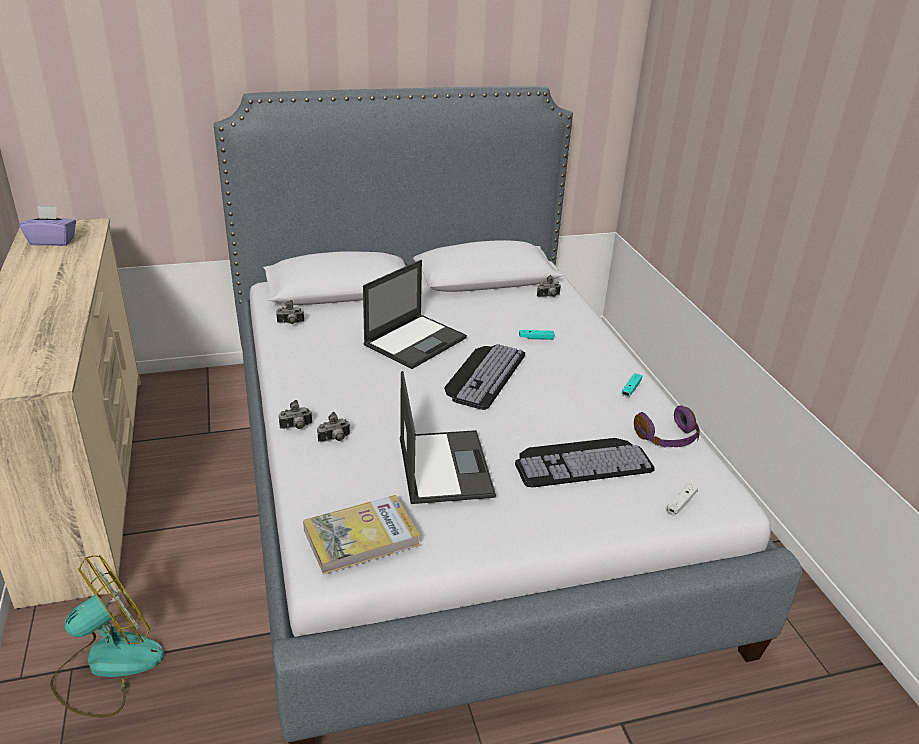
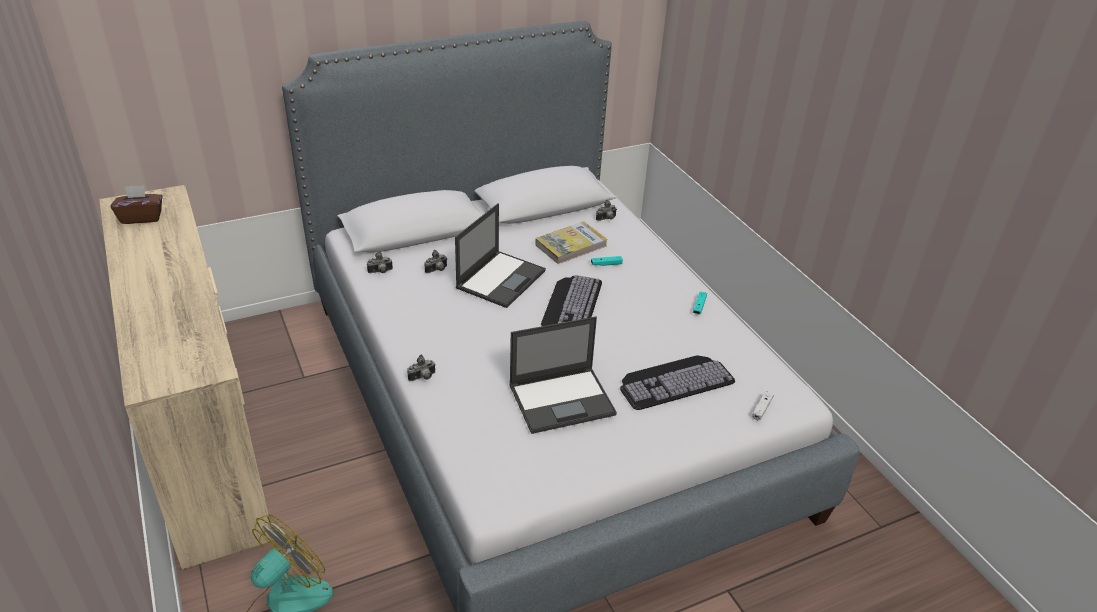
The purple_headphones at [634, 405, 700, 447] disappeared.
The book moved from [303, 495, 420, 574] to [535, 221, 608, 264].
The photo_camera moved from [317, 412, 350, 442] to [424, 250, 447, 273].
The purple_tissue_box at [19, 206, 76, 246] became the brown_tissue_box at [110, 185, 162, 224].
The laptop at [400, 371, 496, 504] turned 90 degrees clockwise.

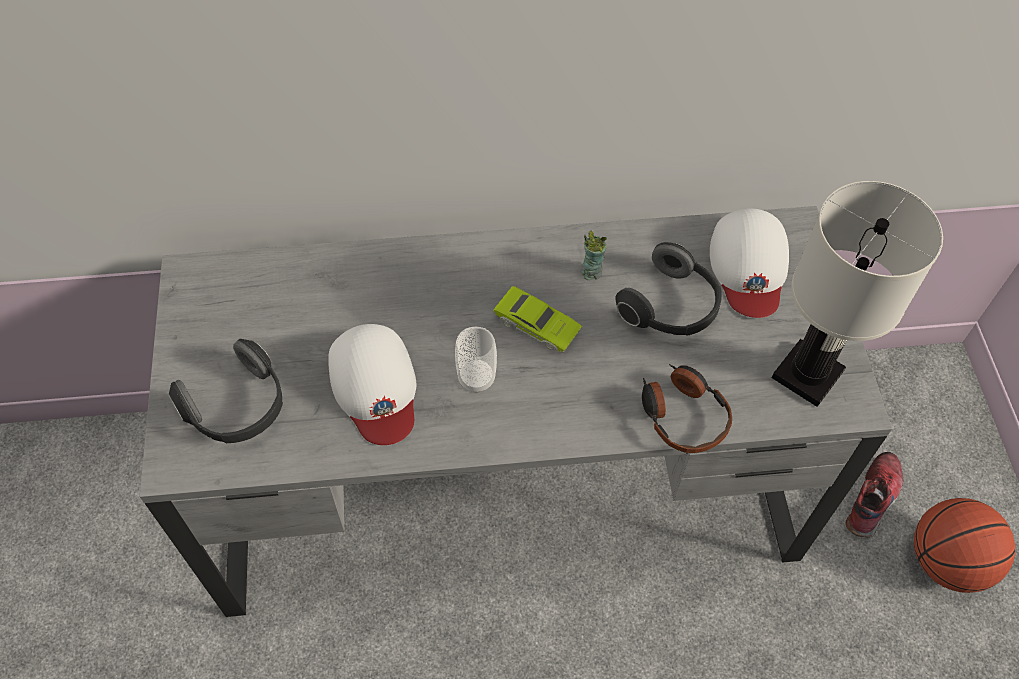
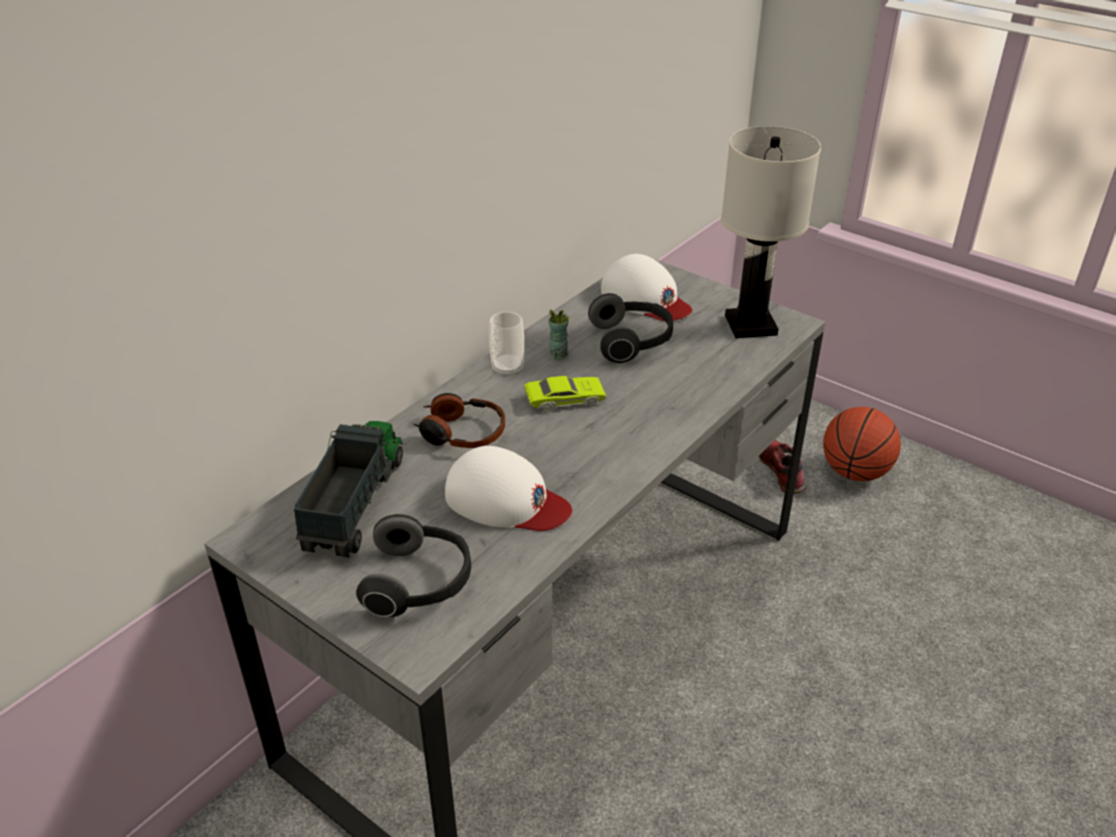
The toy_truck at [294, 421, 403, 558] appeared.
The cup moved from [455, 327, 497, 393] to [489, 312, 524, 377].
The headphones moved from [642, 364, 732, 453] to [413, 393, 505, 448].

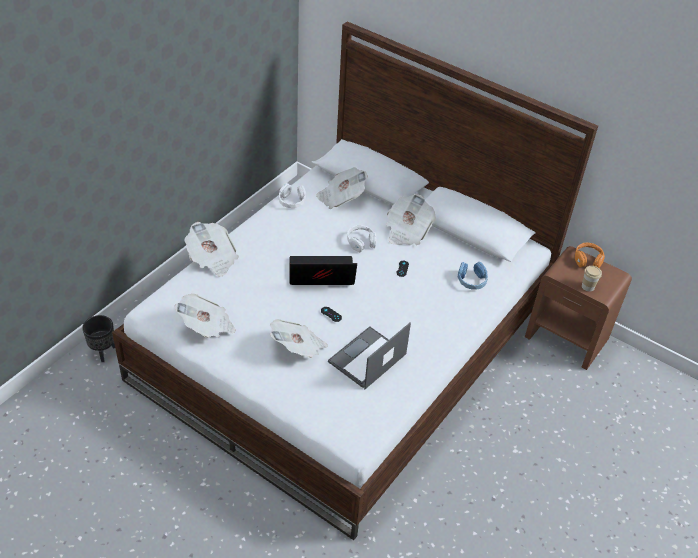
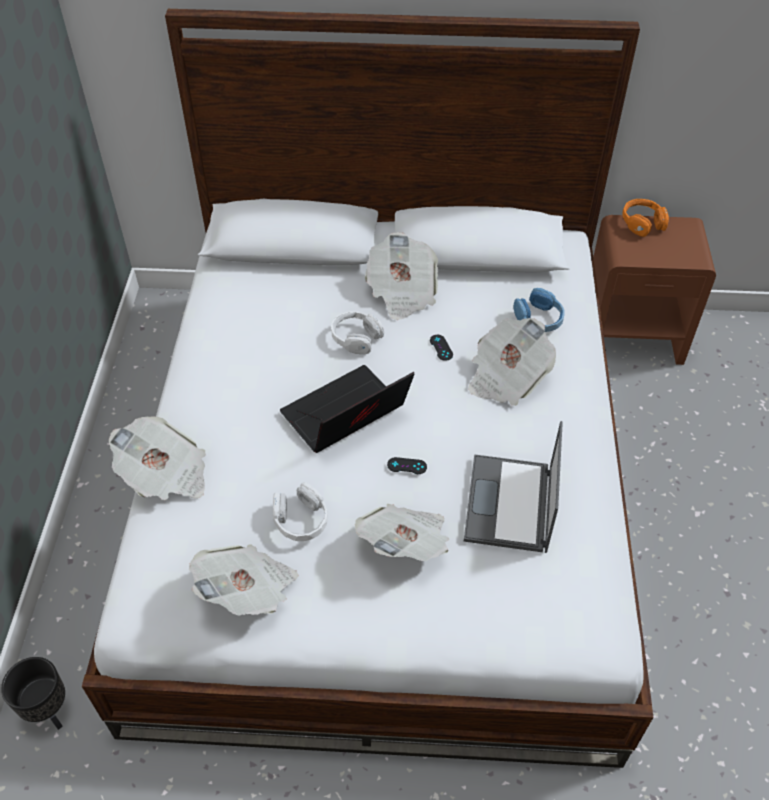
The cup at [582, 266, 602, 292] disappeared.
The white_headphones moved from [279, 183, 306, 208] to [273, 482, 328, 541].
The newspaper moved from [316, 167, 368, 209] to [468, 318, 556, 406].

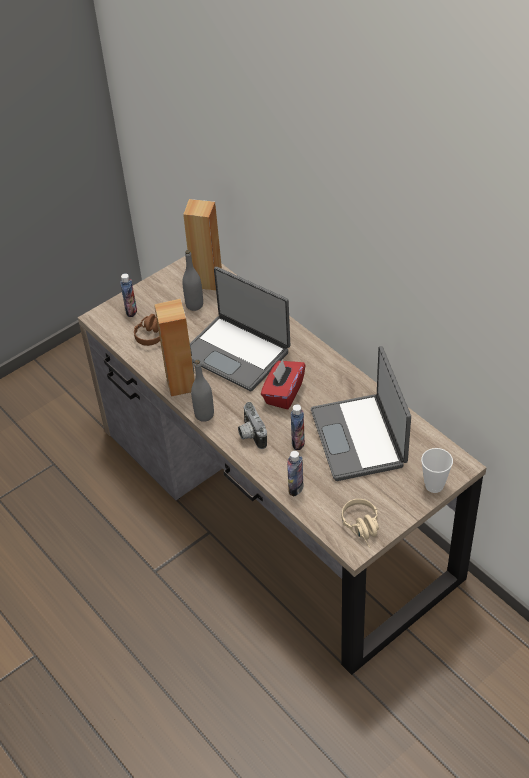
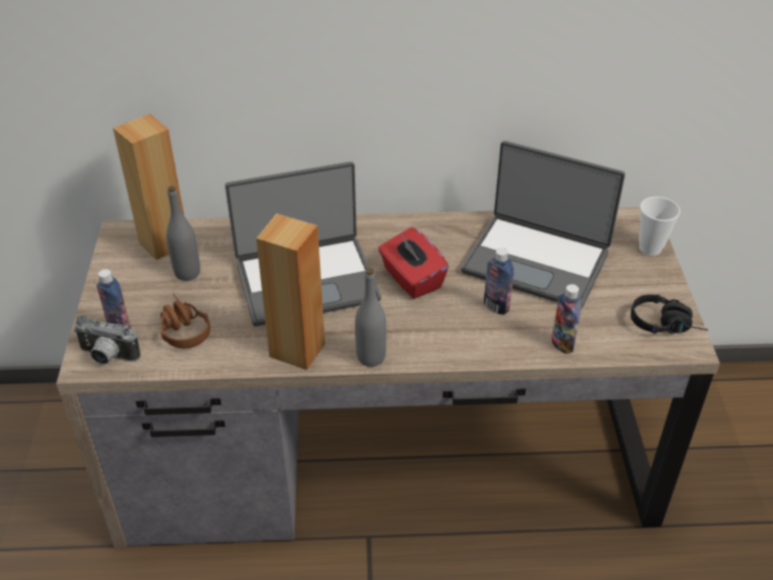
The photo_camera moved from [238, 402, 267, 449] to [73, 316, 141, 365].
The beige_headphones at [341, 499, 379, 548] became the black_headphones at [631, 294, 708, 334].

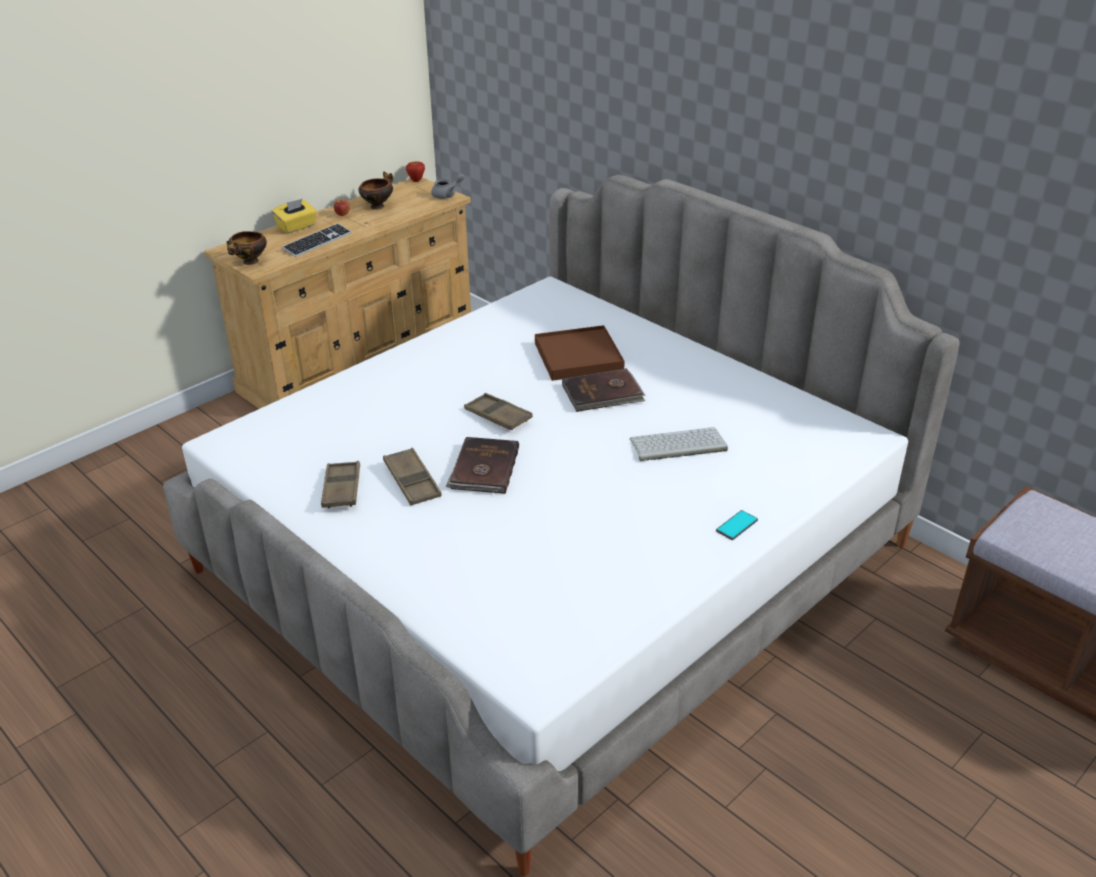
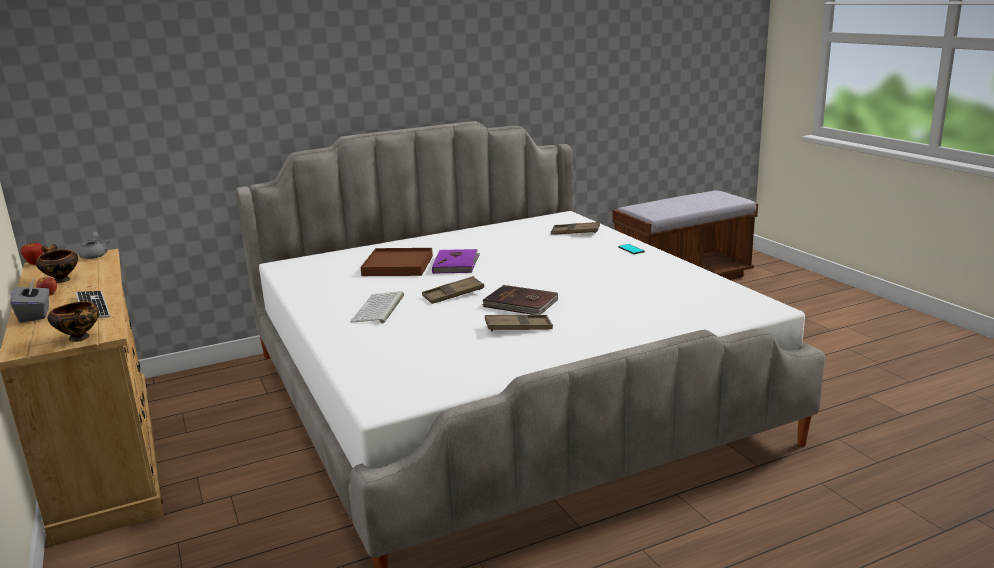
The brown_tray moved from [321, 461, 360, 508] to [551, 222, 600, 235].
The keyboard moved from [630, 427, 728, 461] to [350, 291, 404, 323].
The yellow_tissue_box at [272, 199, 317, 234] became the grey_tissue_box at [11, 279, 49, 323].
The brown_book at [562, 368, 645, 412] became the purple_book at [432, 249, 480, 274].

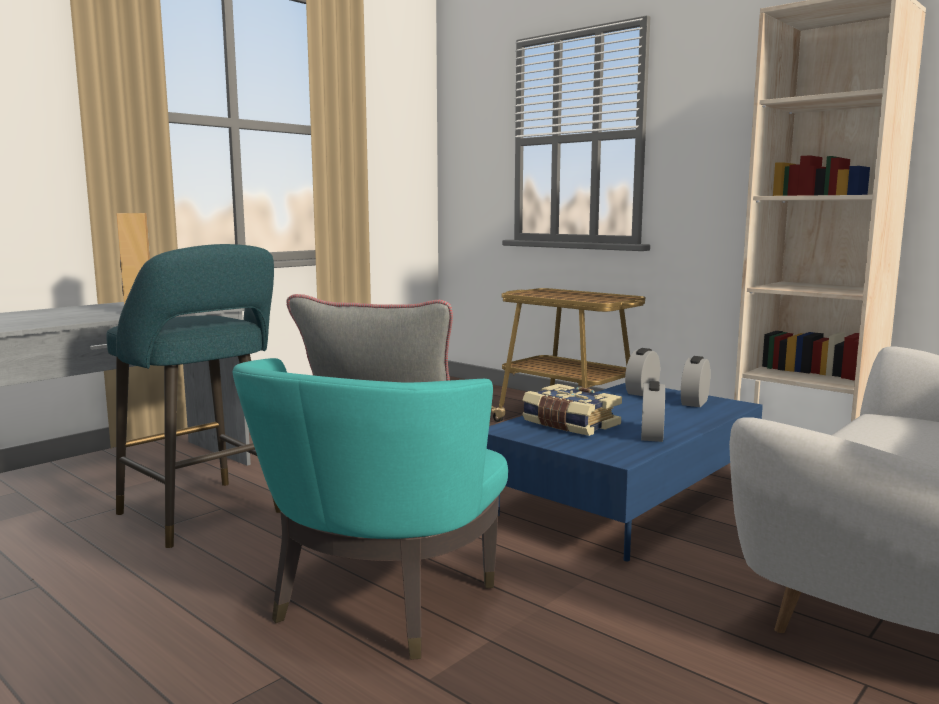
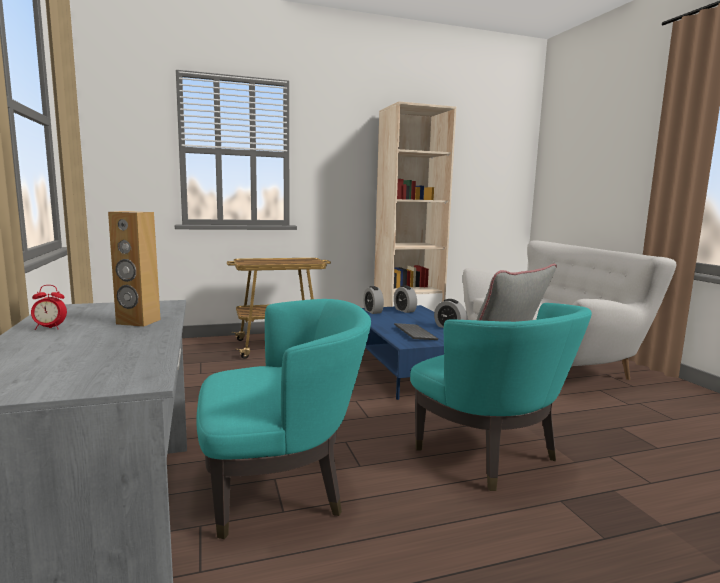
The alarm_clock at [31, 285, 67, 330] appeared.
The turquoise_stool at [106, 244, 281, 548] was replaced by the turquoise_armchair at [196, 299, 371, 539].
The book at [522, 384, 622, 436] was replaced by the keyboard at [394, 323, 438, 340].

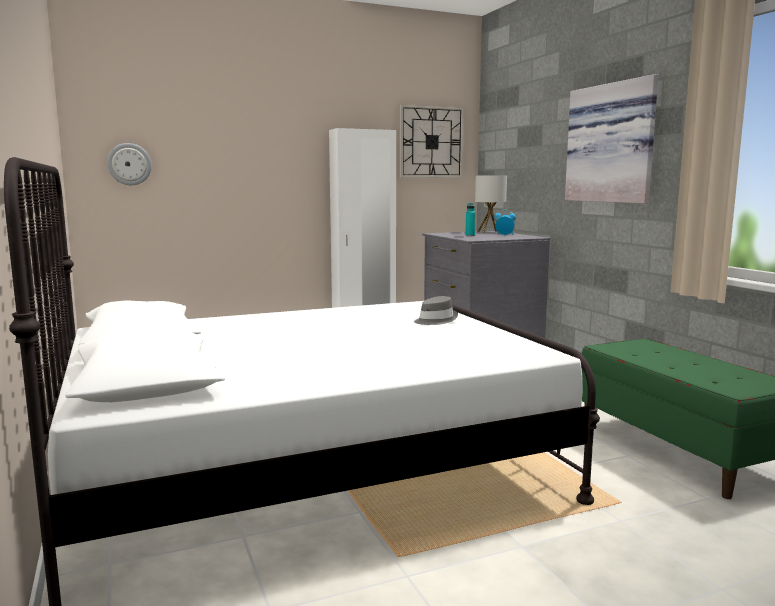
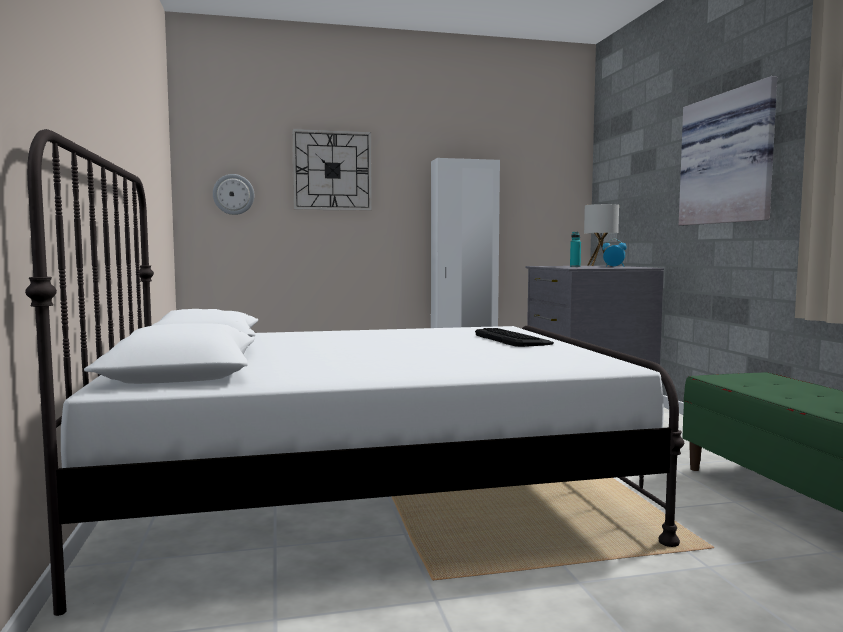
The wall_clock moved from [400, 104, 464, 178] to [292, 129, 372, 211].
The grey_hat at [414, 296, 458, 325] was replaced by the keyboard at [475, 328, 554, 347].

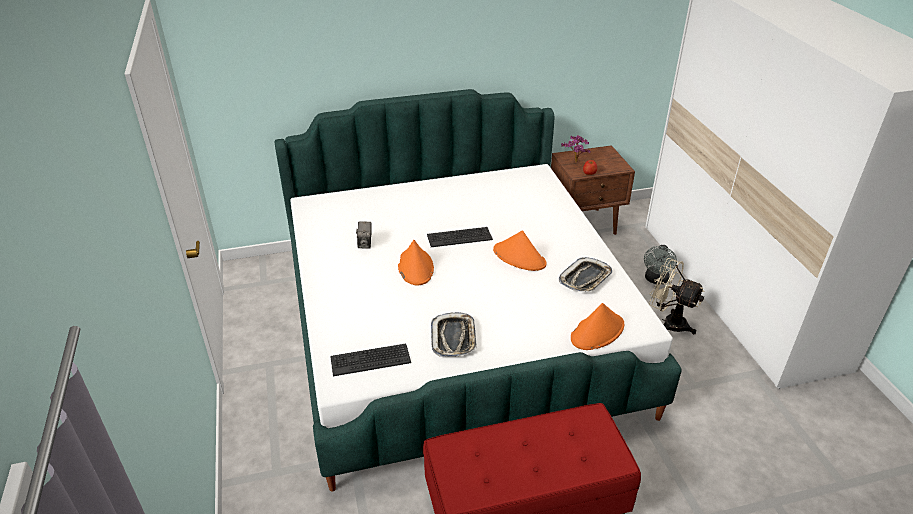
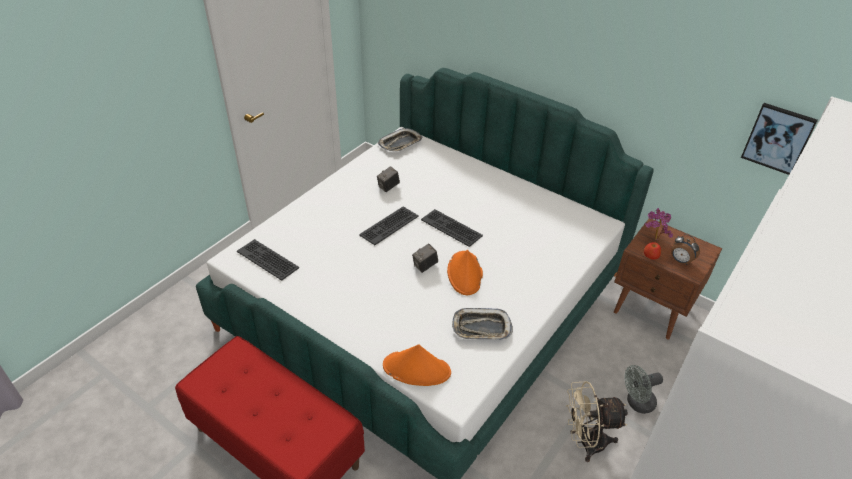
The photo_camera at [412, 243, 438, 273] appeared.
The alarm_clock at [671, 234, 700, 265] appeared.
The picture at [741, 103, 818, 175] appeared.
The tray moved from [431, 312, 477, 357] to [378, 128, 423, 152].
The orange_hat at [398, 240, 434, 286] was replaced by the keyboard at [359, 206, 419, 245].
The beige_fan at [649, 258, 705, 334] turned 90 degrees counterclockwise.

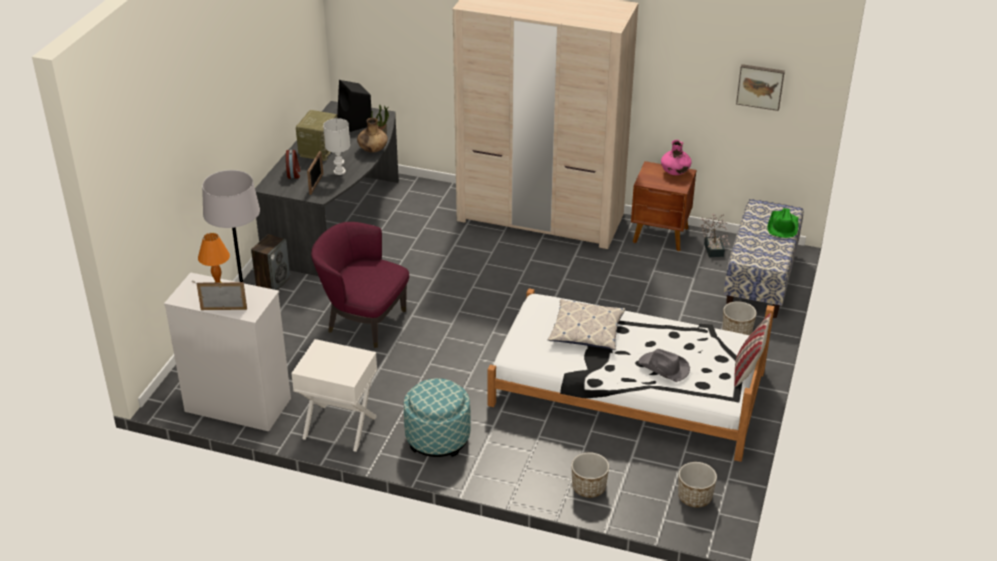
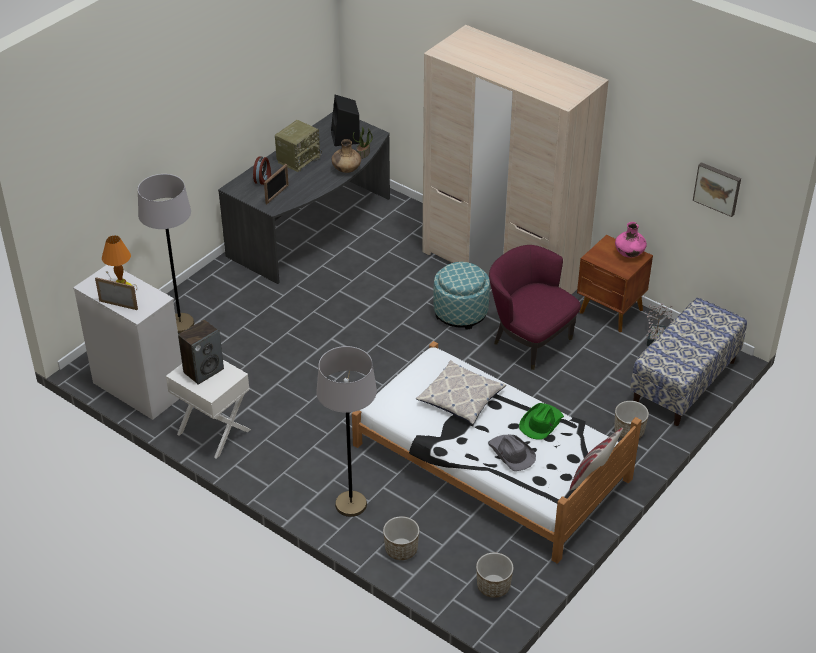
The white_table_lamp at [323, 118, 350, 175] disappeared.
The grey_floor_lamp at [316, 346, 377, 517] appeared.
The speaker moved from [251, 234, 290, 290] to [178, 320, 224, 385].
The purple_armchair moved from [311, 222, 409, 348] to [489, 245, 581, 370].
The ottoman moved from [404, 378, 471, 457] to [433, 262, 490, 330].
The green_hat moved from [768, 208, 799, 238] to [519, 403, 564, 440].

